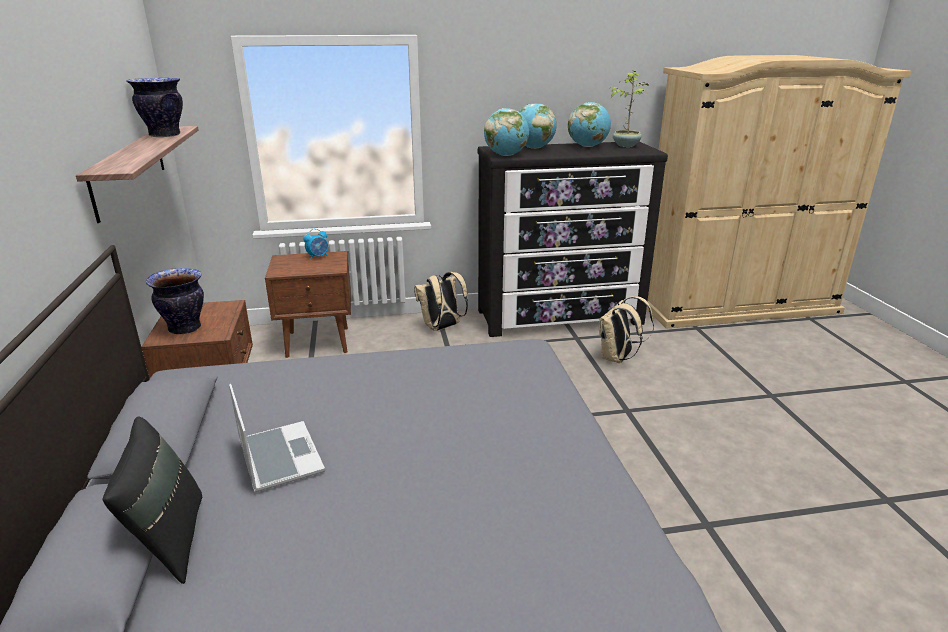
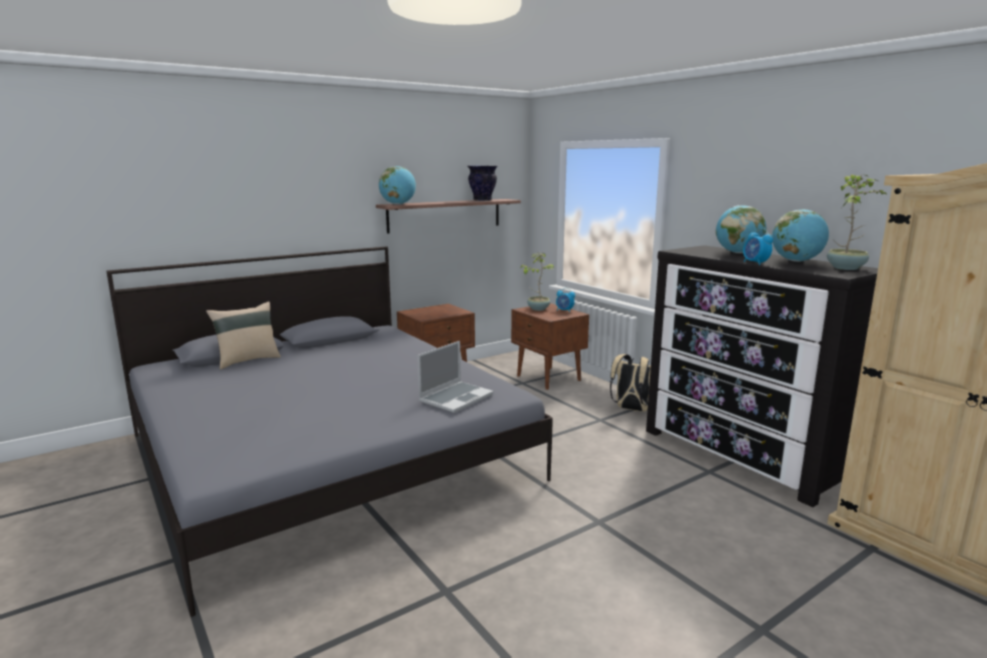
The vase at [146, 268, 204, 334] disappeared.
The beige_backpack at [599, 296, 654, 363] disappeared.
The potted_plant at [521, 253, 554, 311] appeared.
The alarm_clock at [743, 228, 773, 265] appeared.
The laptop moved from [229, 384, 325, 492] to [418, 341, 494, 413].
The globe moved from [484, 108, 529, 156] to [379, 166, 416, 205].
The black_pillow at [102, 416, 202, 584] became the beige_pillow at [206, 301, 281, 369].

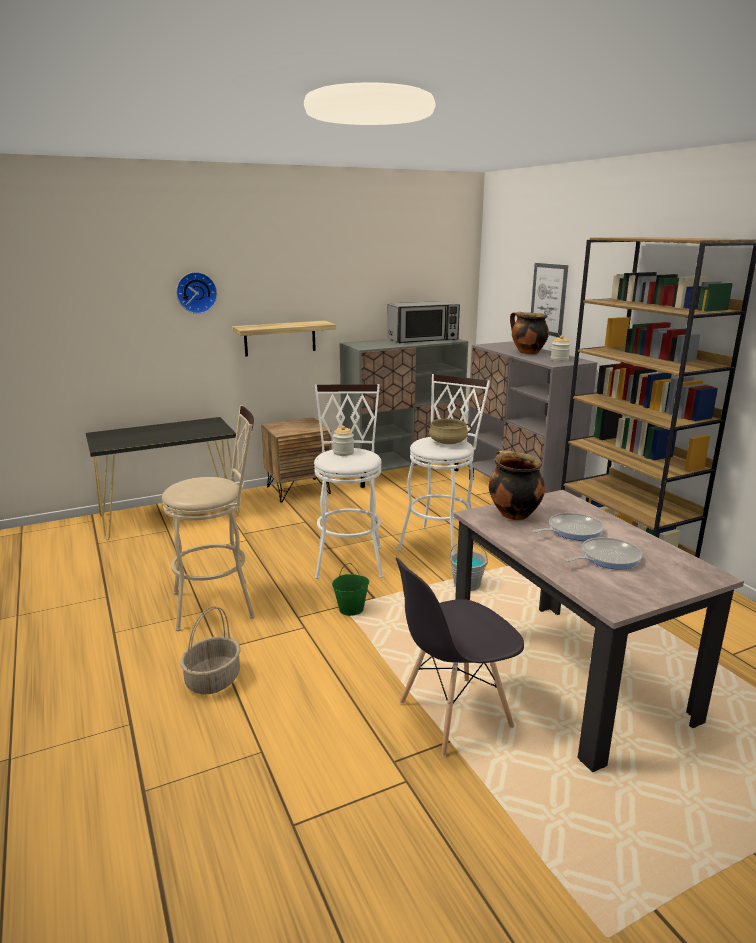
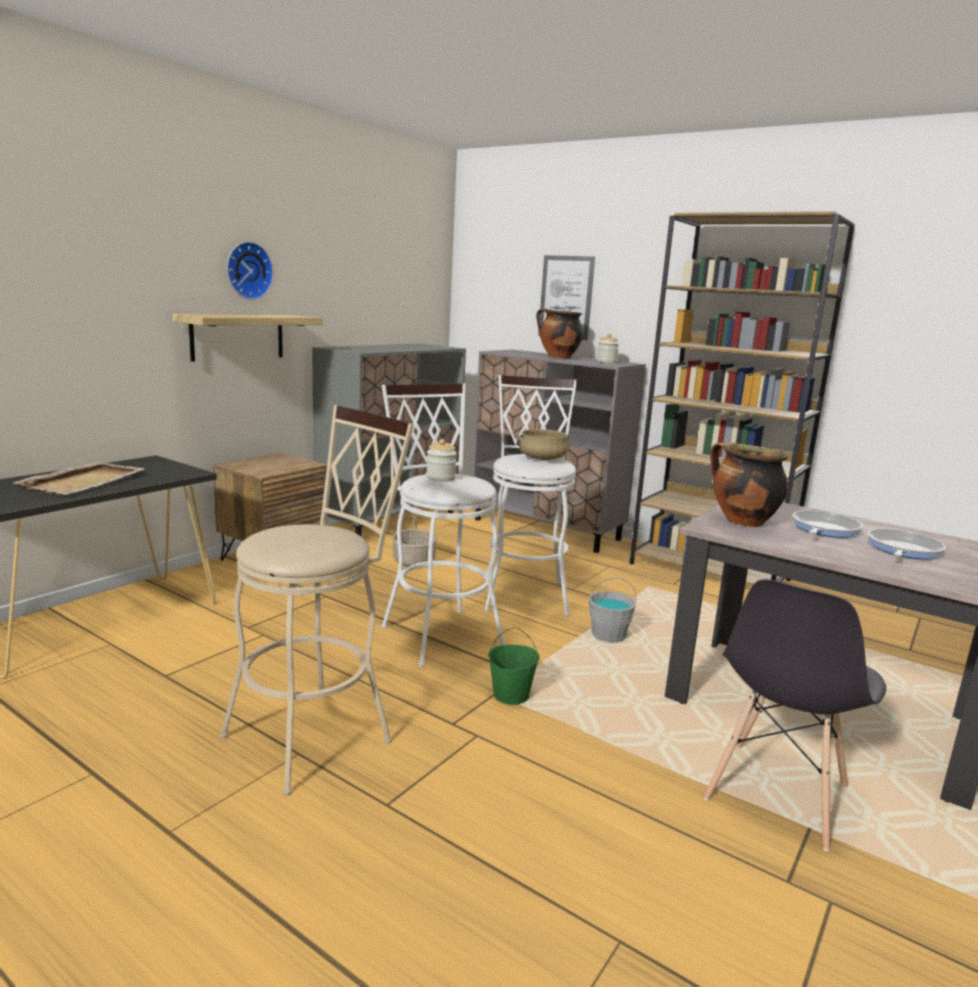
The microwave at [387, 301, 460, 343] disappeared.
The beige_tray at [13, 461, 145, 495] appeared.
The wall_clock moved from [176, 272, 217, 314] to [227, 242, 274, 300].
The basket moved from [180, 606, 241, 694] to [392, 505, 438, 568].

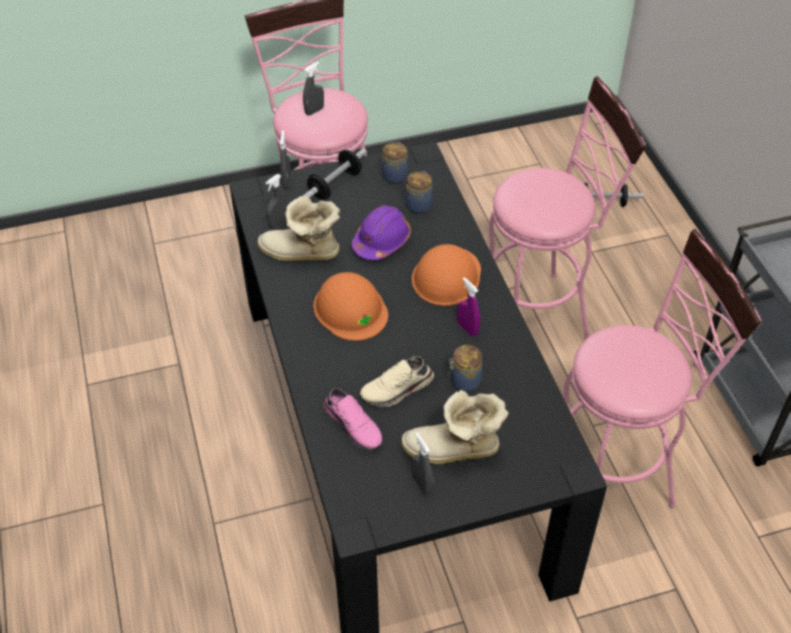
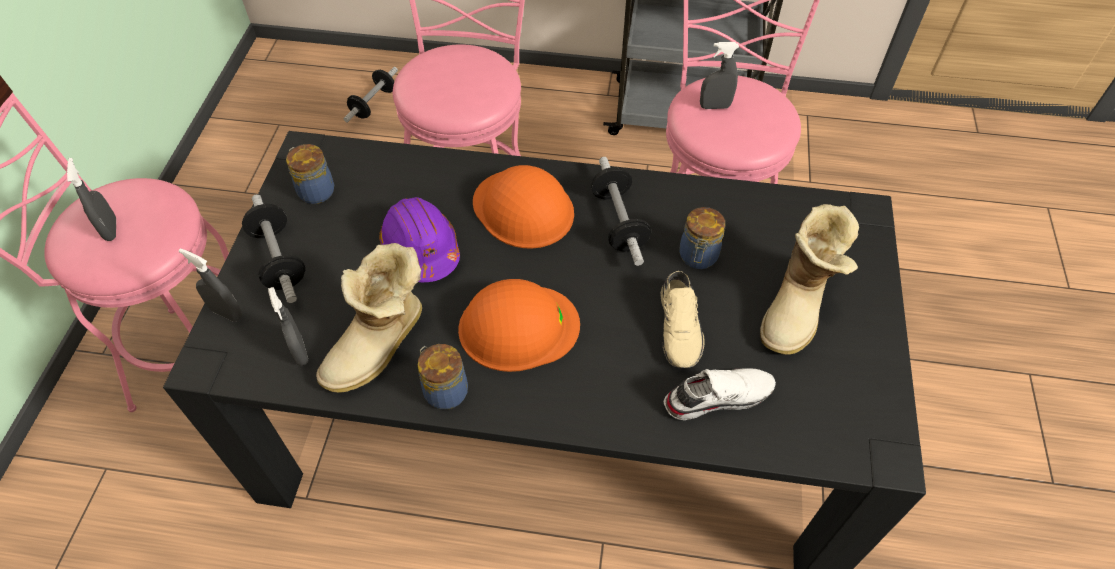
The jar moved from [406, 171, 433, 214] to [417, 344, 468, 410].
The grey_spray_bottle moved from [411, 432, 433, 495] to [700, 42, 739, 109].
The purple_spray_bottle at [457, 277, 480, 337] was replaced by the dumbbell at [591, 157, 651, 266].
The pink_shoe at [324, 388, 382, 450] became the white_shoe at [664, 368, 776, 420].

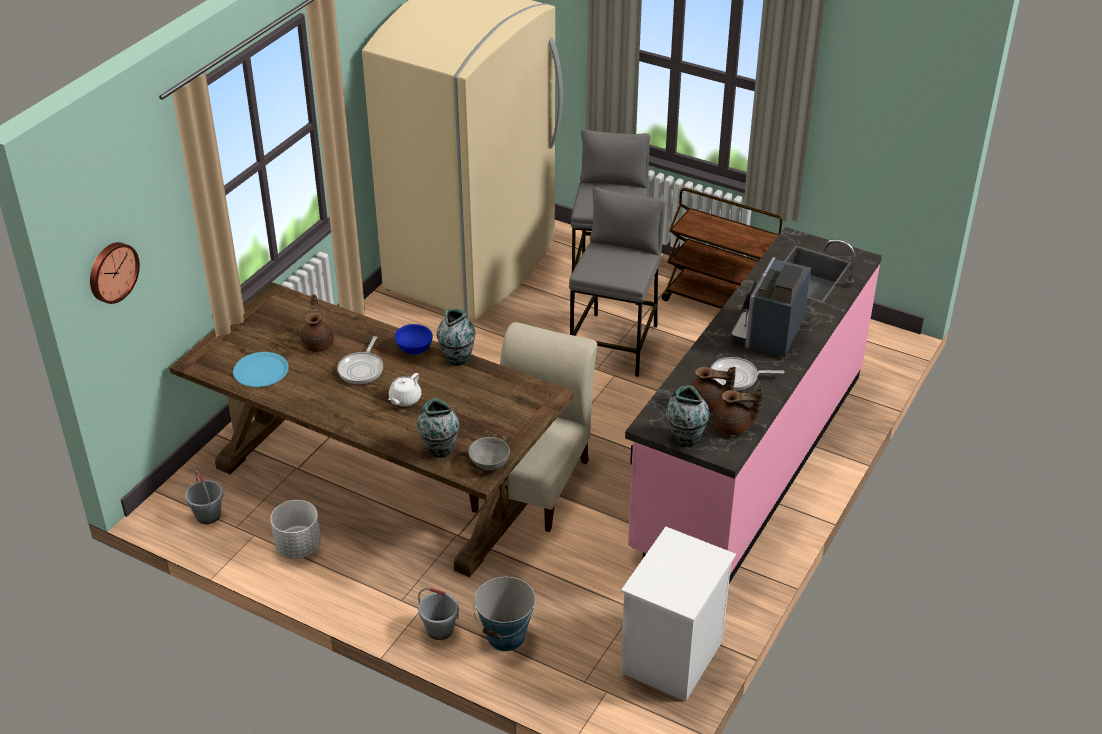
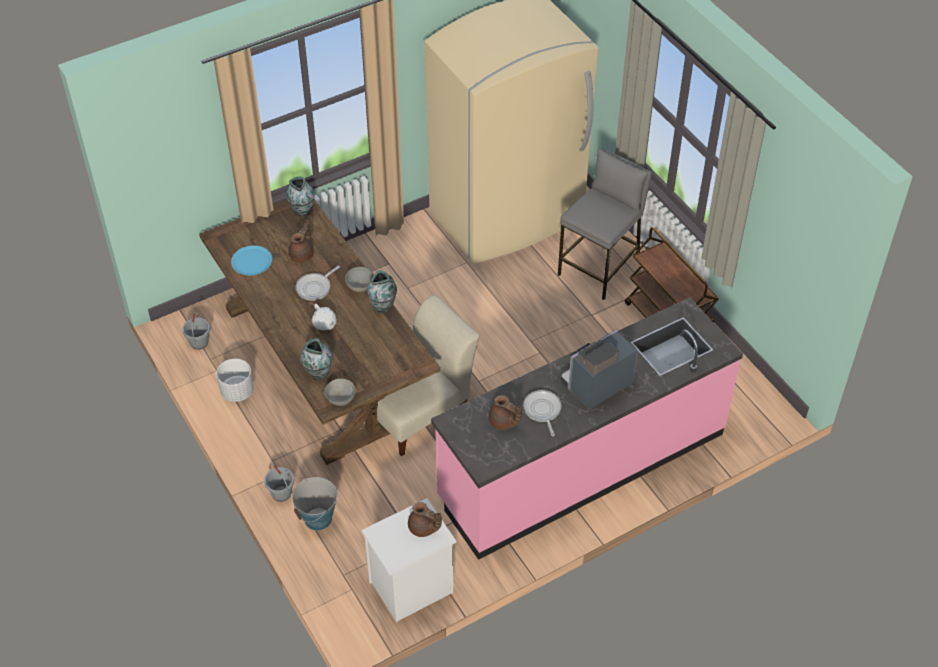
The wall_clock at [90, 242, 140, 304] disappeared.
The grey_stool at [569, 187, 665, 377] disappeared.
The vase moved from [666, 385, 710, 447] to [286, 176, 315, 217].
The brown_teapot moved from [713, 388, 763, 435] to [408, 502, 442, 537].
The blue_bowl at [394, 324, 433, 355] became the grey_bowl at [345, 267, 374, 292].
The white_teapot at [388, 373, 422, 407] turned 90 degrees counterclockwise.
The frying_pan at [711, 357, 784, 391] turned 45 degrees clockwise.

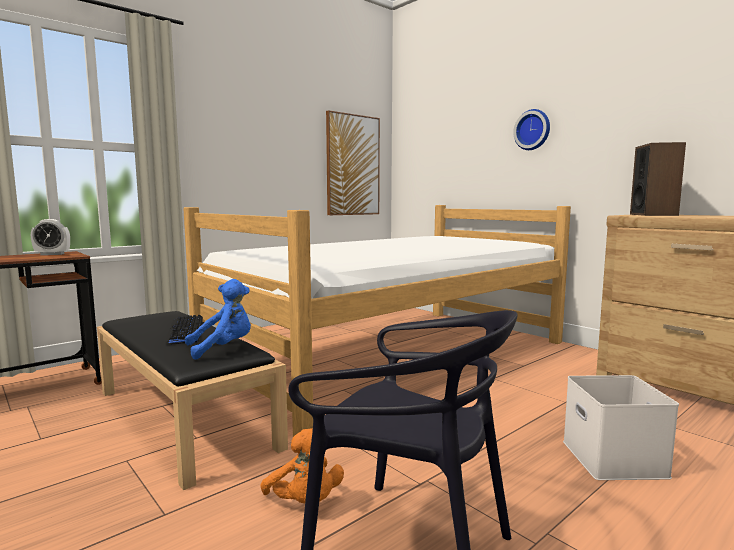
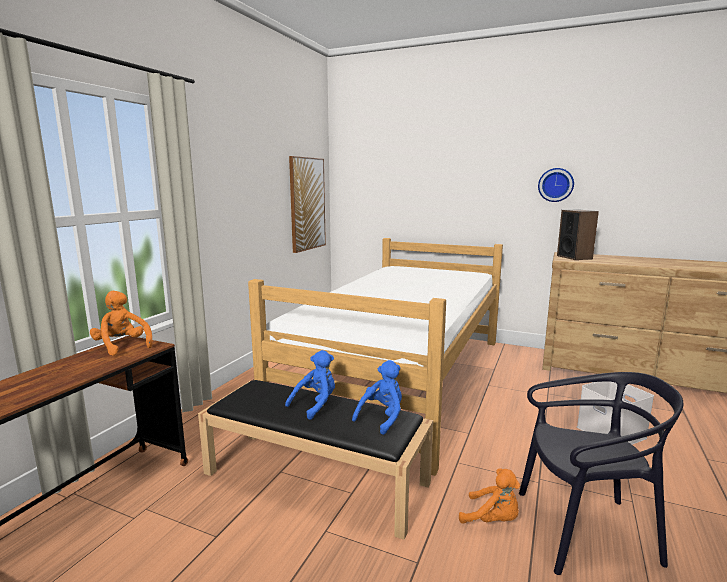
The wall_clock moved from [513, 109, 550, 150] to [538, 168, 574, 202].
The alarm_clock at [31, 219, 70, 255] was replaced by the orange_plush_toy at [90, 291, 153, 356].
The keyboard at [164, 315, 203, 344] was replaced by the blue_plush_toy at [285, 350, 335, 420].

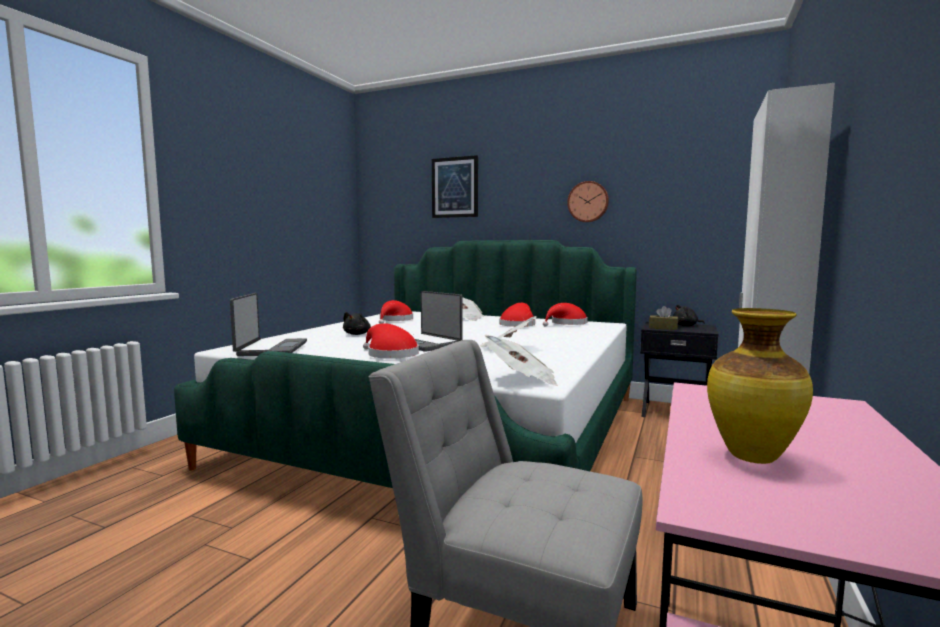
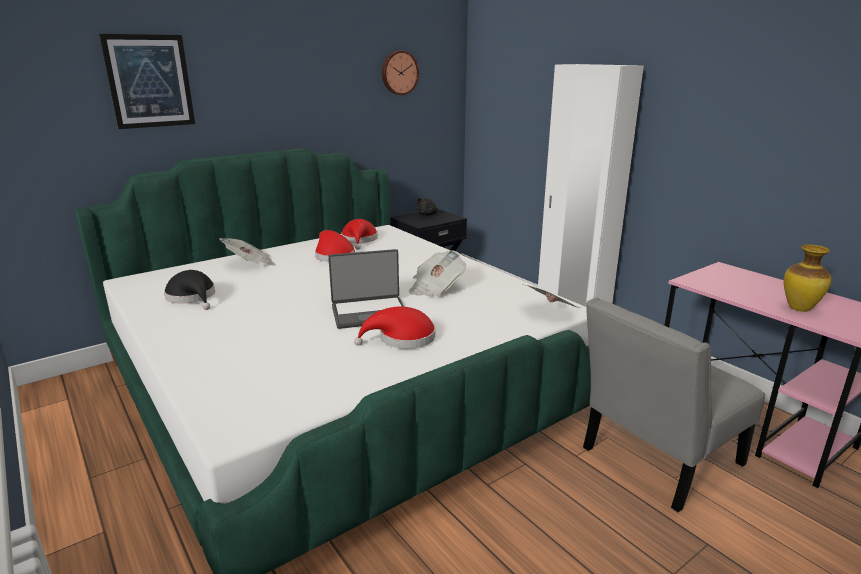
The laptop at [230, 293, 307, 356] disappeared.
The black_plush_toy at [343, 312, 371, 335] disappeared.
The brown_tissue_box at [649, 306, 678, 330] disappeared.
The wall_clock moved from [567, 181, 609, 222] to [382, 51, 419, 95].
The red_hat at [379, 300, 413, 324] became the black_hat at [164, 270, 215, 310].

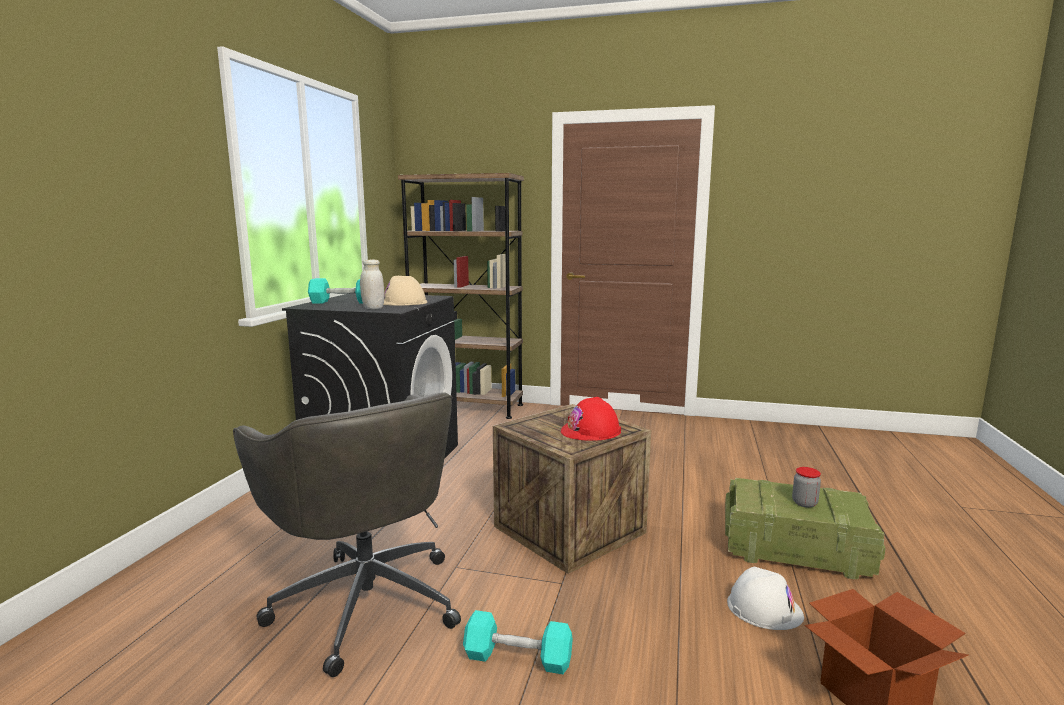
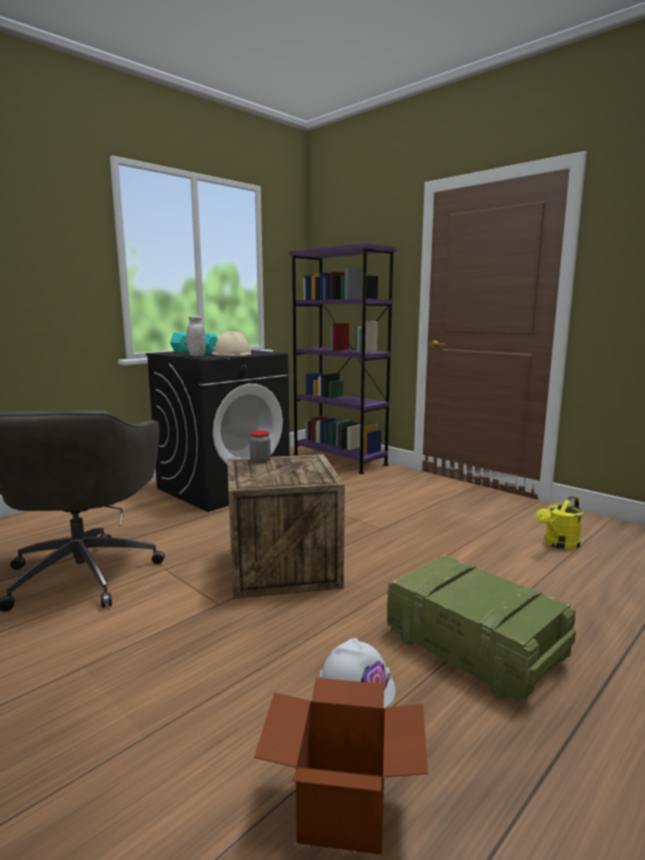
The turquoise_dumbbell at [463, 610, 573, 674] disappeared.
The red_hard_hat at [561, 397, 621, 441] disappeared.
The yellow_watering_can at [536, 496, 583, 550] appeared.
The jar moved from [792, 467, 821, 508] to [250, 431, 271, 463].
The brown_bookcase at [398, 173, 524, 419] became the purple_bookcase at [289, 243, 397, 474].

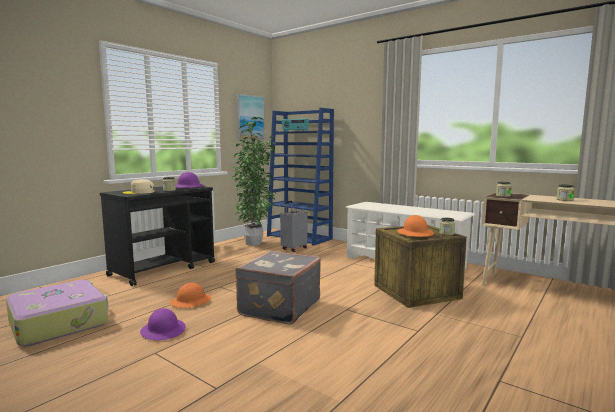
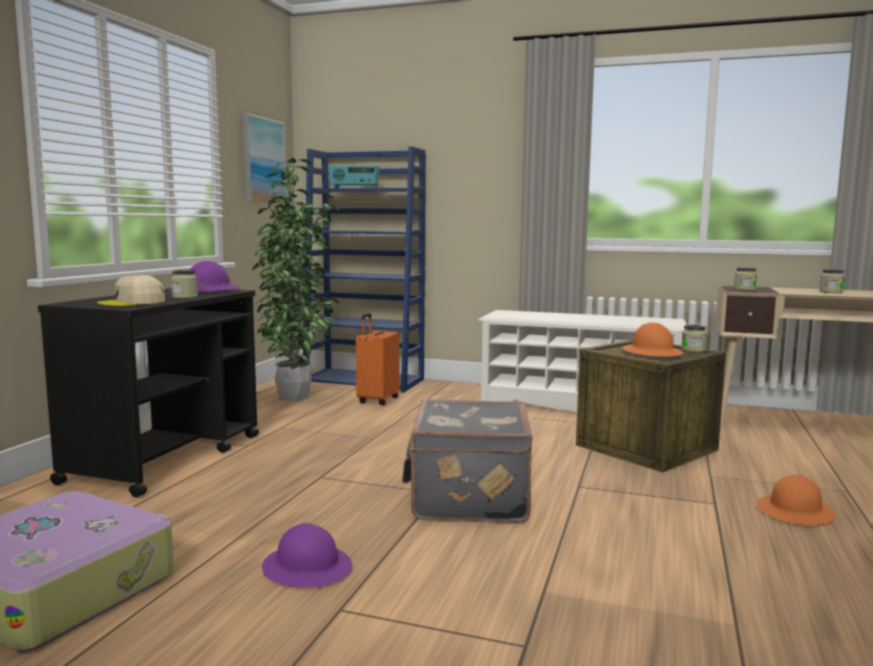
The orange_hard_hat moved from [170, 283, 211, 308] to [757, 475, 836, 525].
The grey_suitcase at [280, 201, 307, 252] became the orange_suitcase at [356, 313, 400, 406].

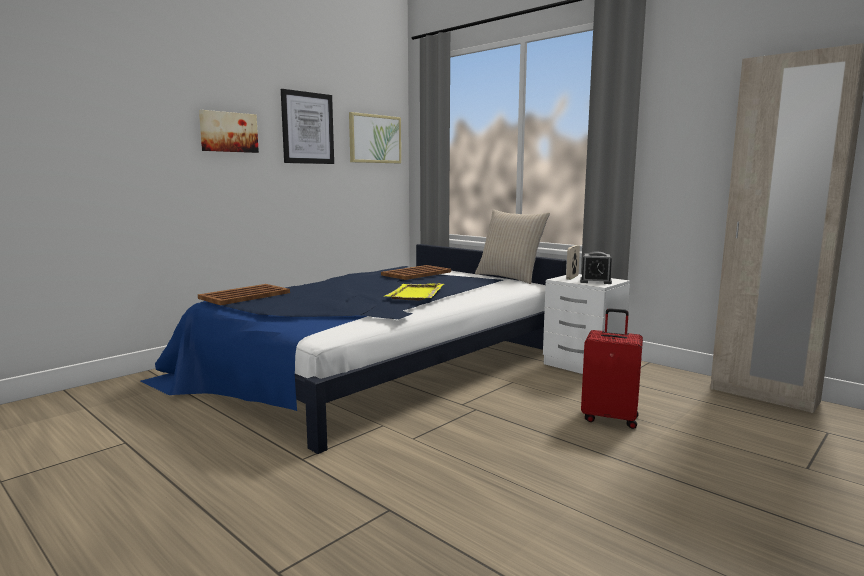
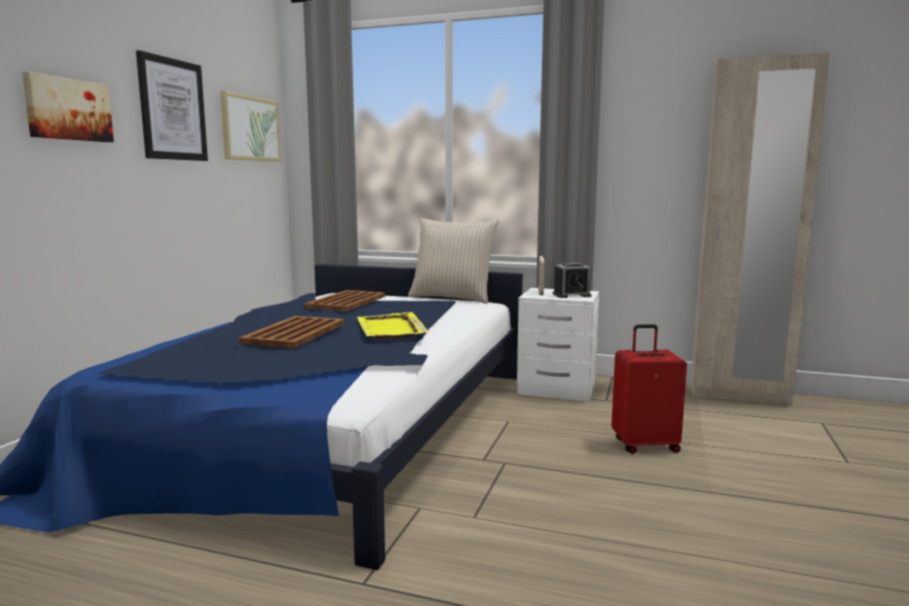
The brown_tray moved from [198, 284, 290, 305] to [239, 316, 344, 348].

